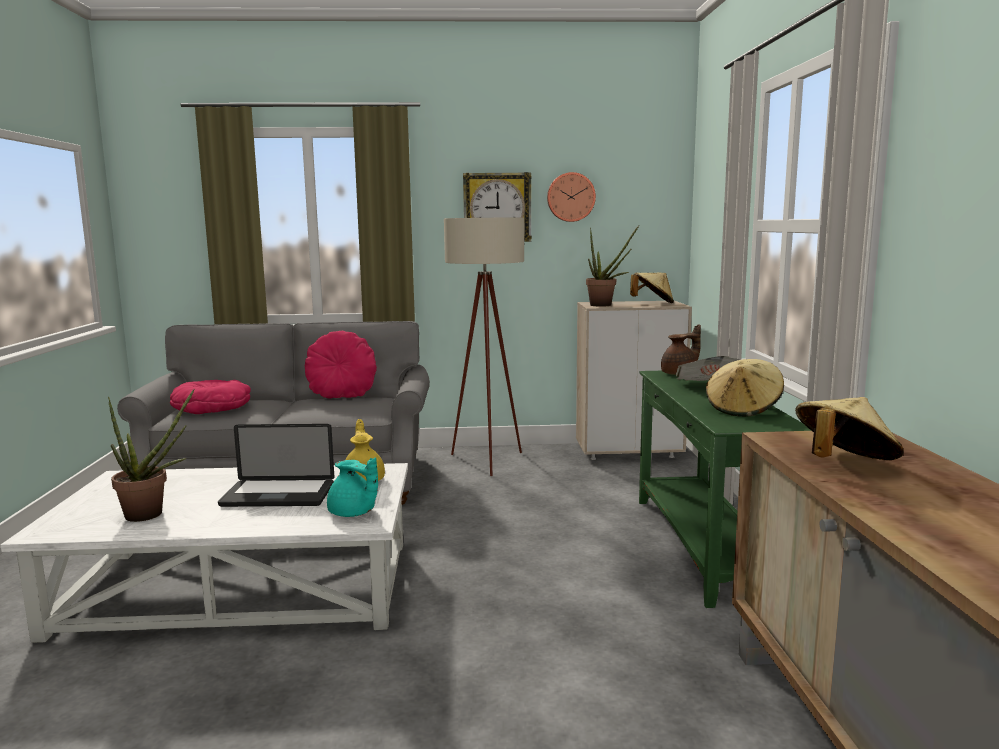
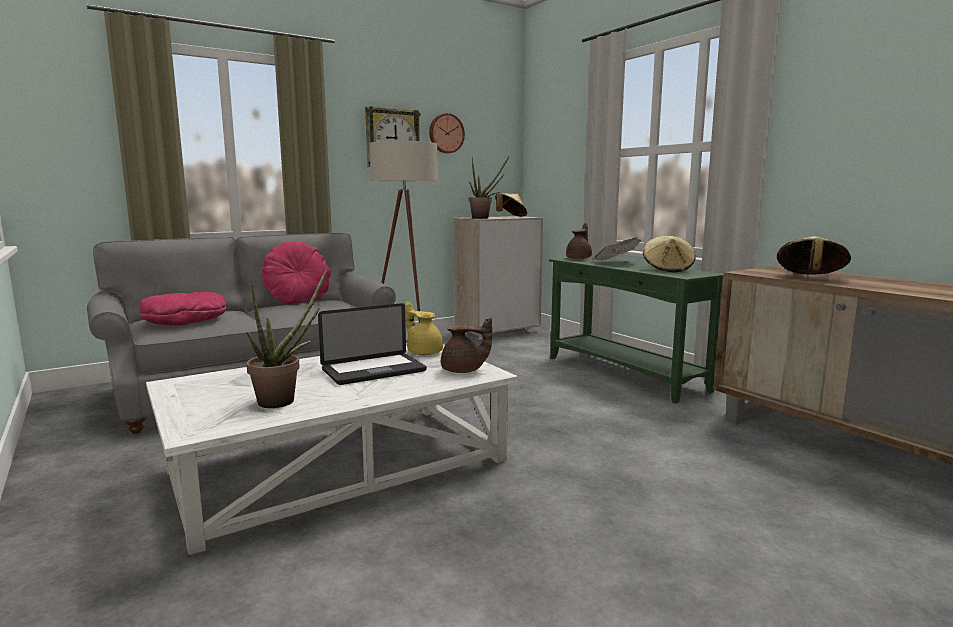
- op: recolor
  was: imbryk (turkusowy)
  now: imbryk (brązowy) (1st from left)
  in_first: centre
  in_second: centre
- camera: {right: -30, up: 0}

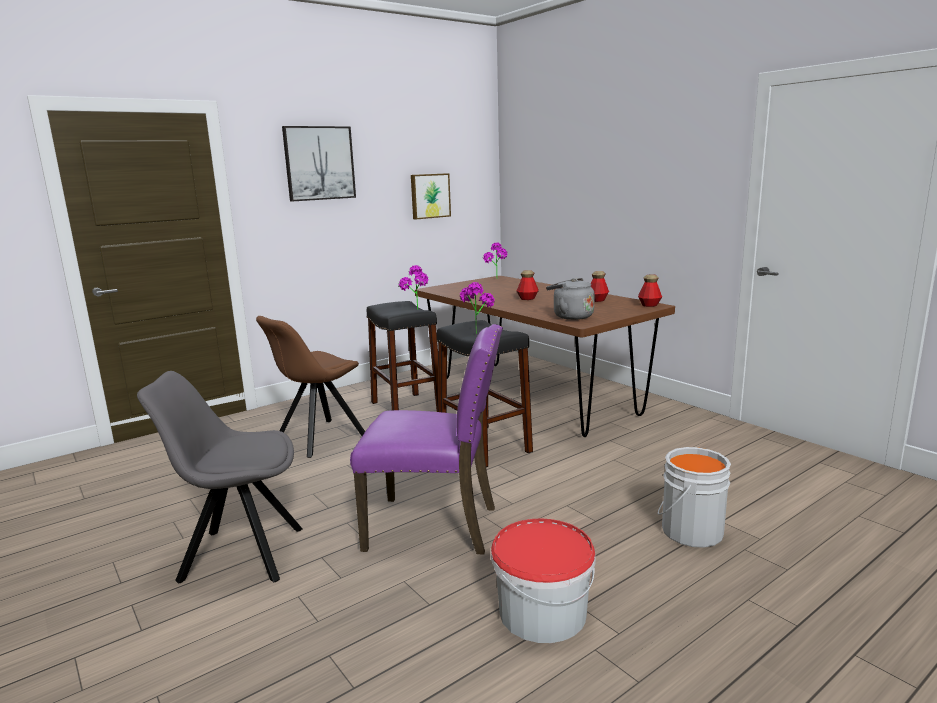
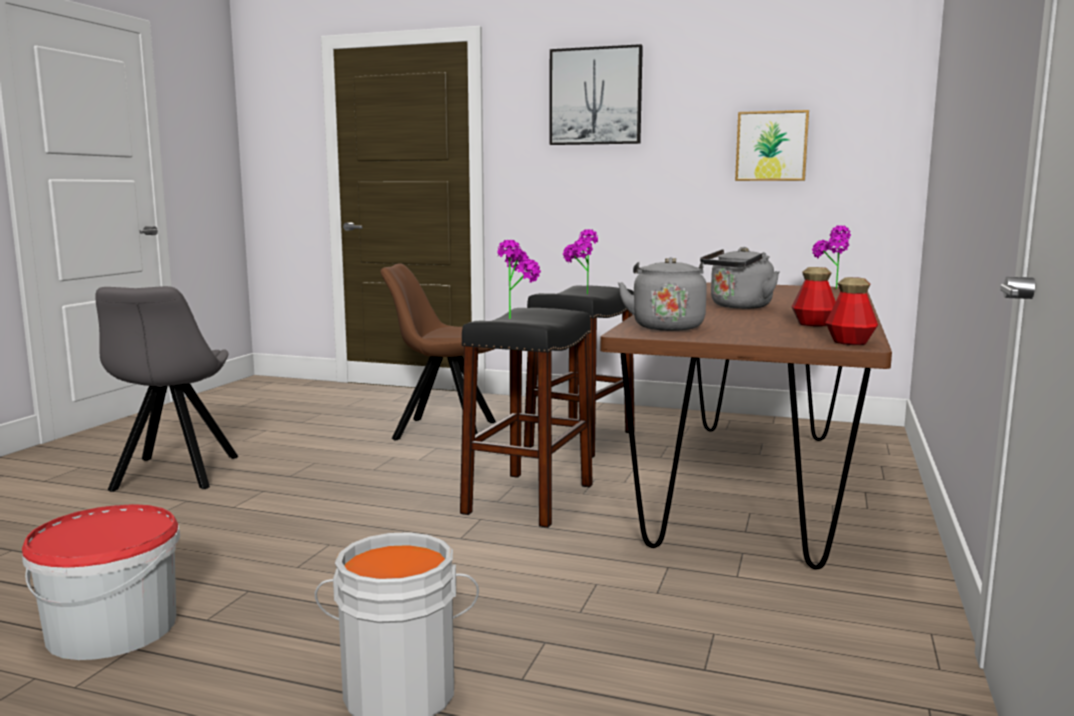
- op: replace
  was: butelka (1st from left)
  now: czajnik (szary) (2nd from left)
  in_first: centre
  in_second: middle right
- op: delete
  was: krzesło (fioletowy)
  in_first: centre
- op: rotate
  was: krzesło (szary)
  in_first: bottom left
  in_second: middle left
  clockwise: -150
- camera: {right: 55, up: -5}

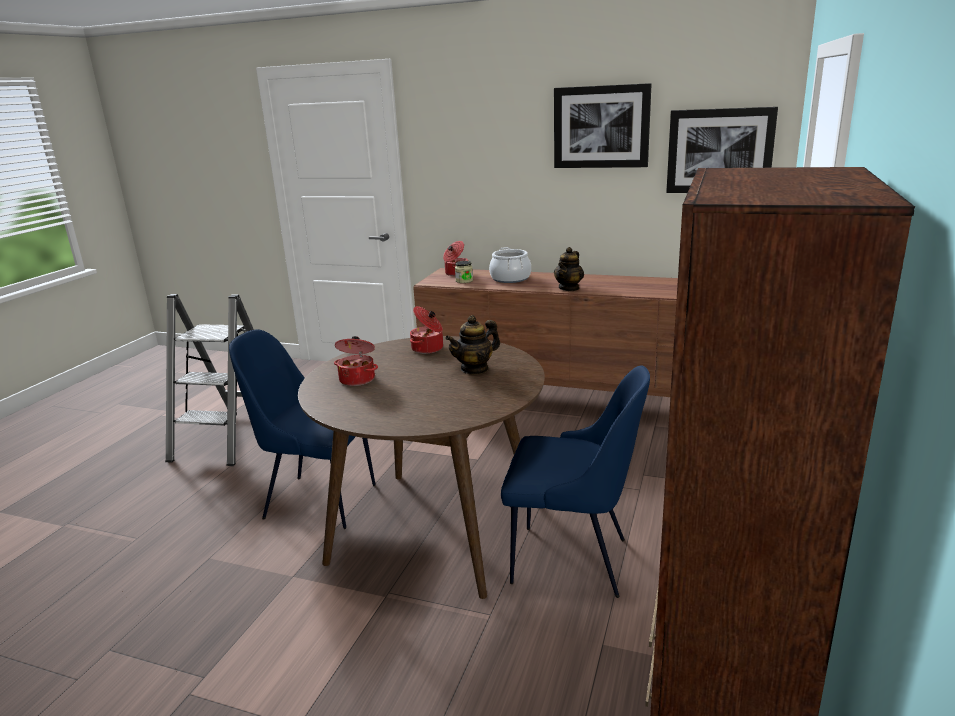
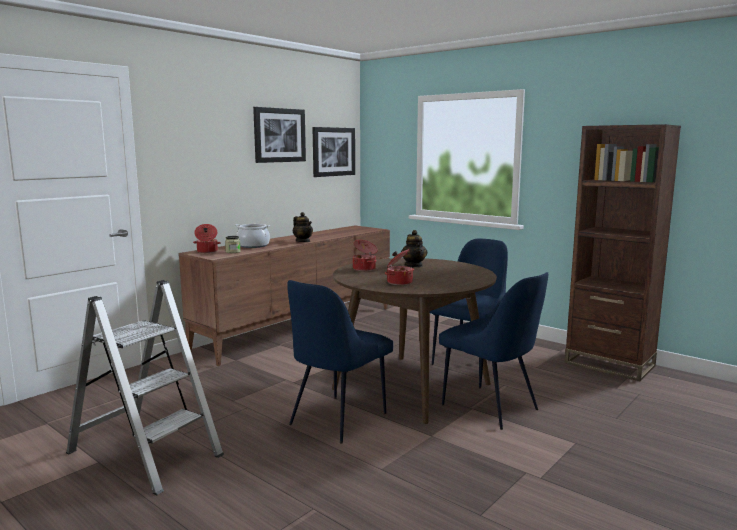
- op: insert
  now: krzesło (niebieski) (3rd from left)
  in_second: middle right
- camera: {right: -70, up: -10}

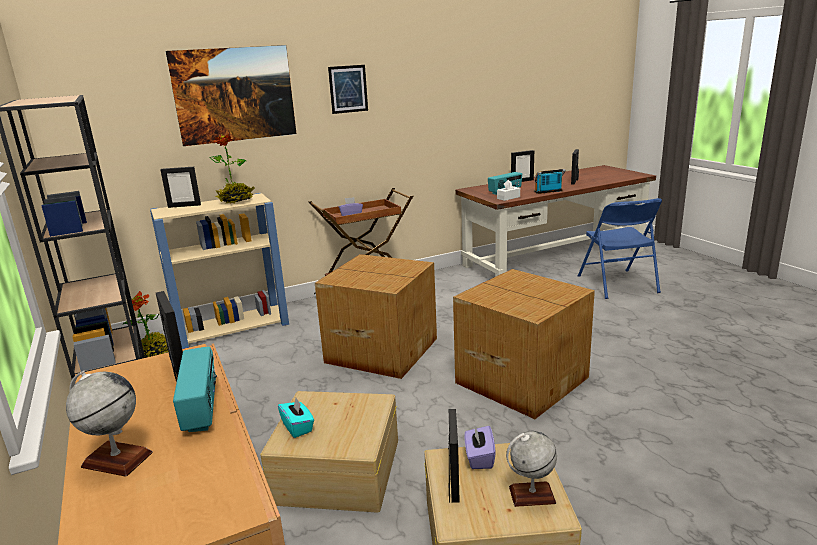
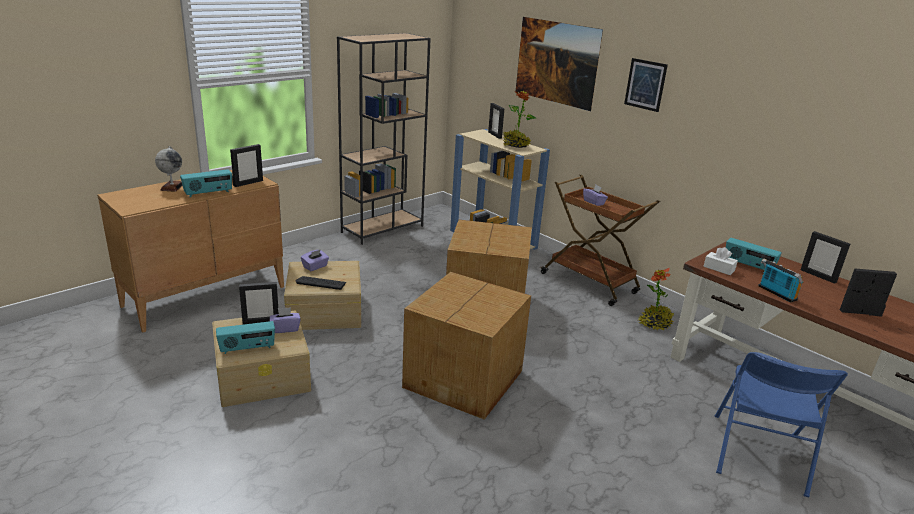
- op: rotate
  was: krzesło (niebieski)
  in_first: middle right
  in_second: bottom right
  clockwise: -45
- op: move
  was: roślina doniczkowa (1st from left in the first image)
  now: roślina doniczkowa (2nd from left)
  in_first: middle left
  in_second: middle right
- op: recolor
  was: pudełko chusteczek (turkusowy)
  now: pudełko chusteczek (fioletowy) (2nd from left)
  in_first: bottom centre
  in_second: centre
- op: replace
  was: globus (2nd from left)
  now: radio (2nd from left)
  in_first: bottom centre
  in_second: middle left
- op: insert
  now: klawiatura
  in_second: centre
- camera: {right: 70, up: 5}

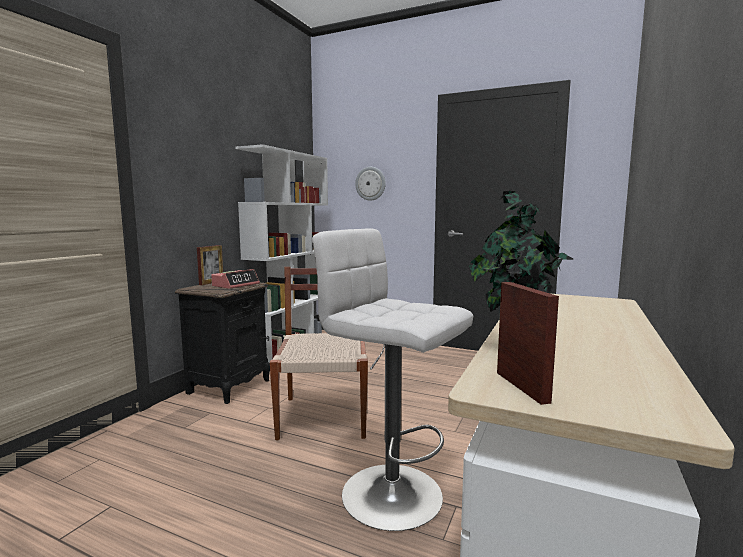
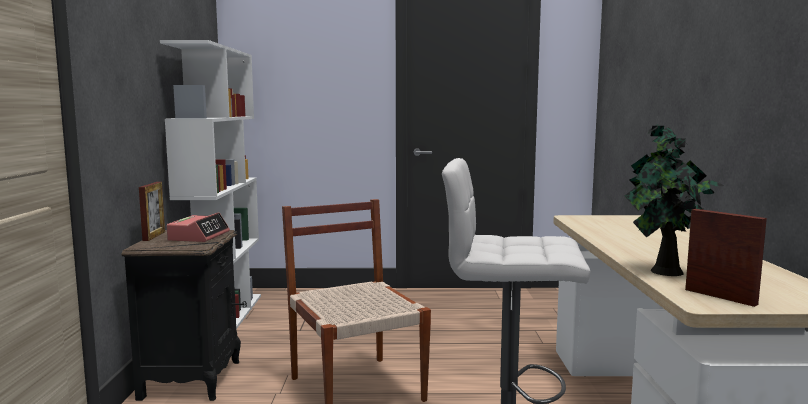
- op: delete
  was: zegar ścienny
  in_first: top centre
- camera: {right: -25, up: 0}

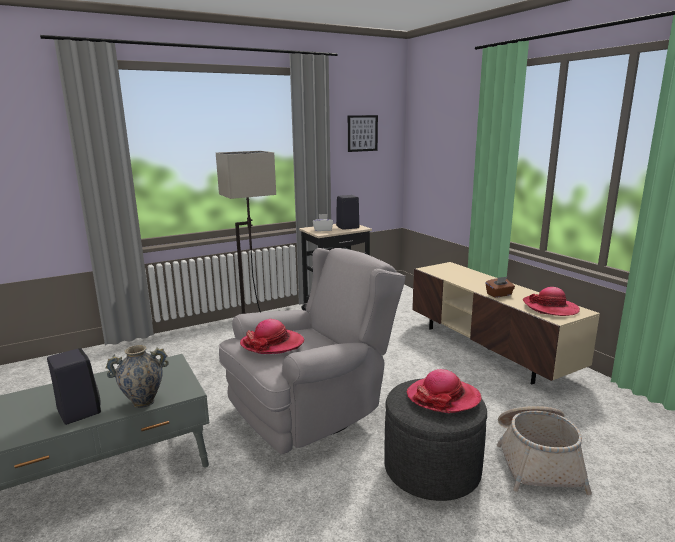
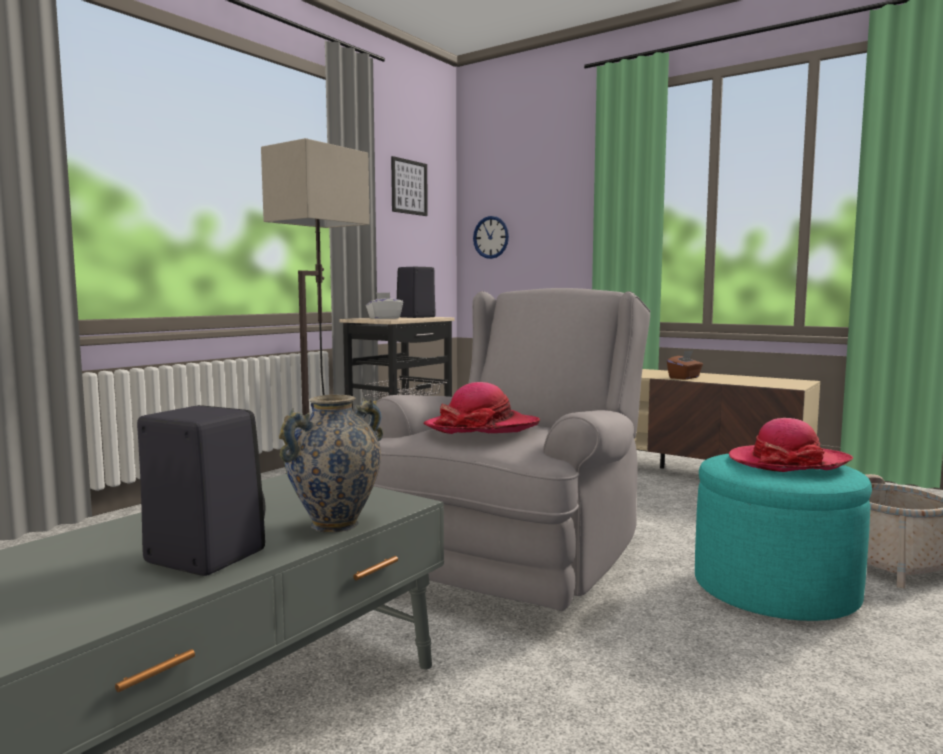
- op: delete
  was: kapelusz (3rd from left)
  in_first: middle right
- op: recolor
  was: pufa (szary)
  now: pufa (turkusowy)
  in_first: bottom centre
  in_second: bottom right
- op: insert
  now: zegar ścienny
  in_second: top centre
- camera: {right: -25, up: -10}

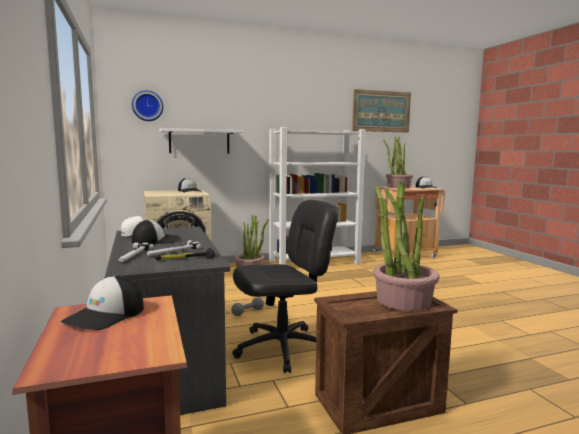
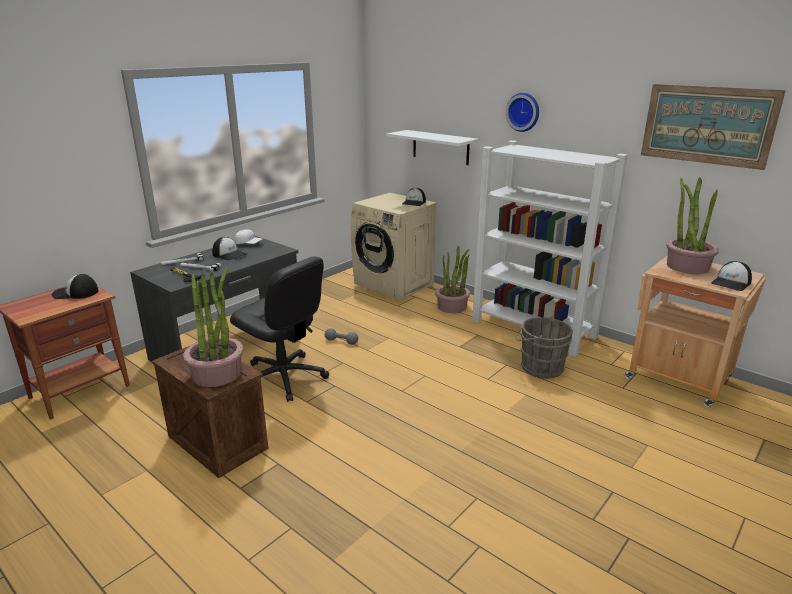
- op: move
  was: zegar ścienny
  in_first: top left
  in_second: top centre
- op: insert
  now: wiadro (szary)
  in_second: middle right
- camera: {right: 60, up: 15}

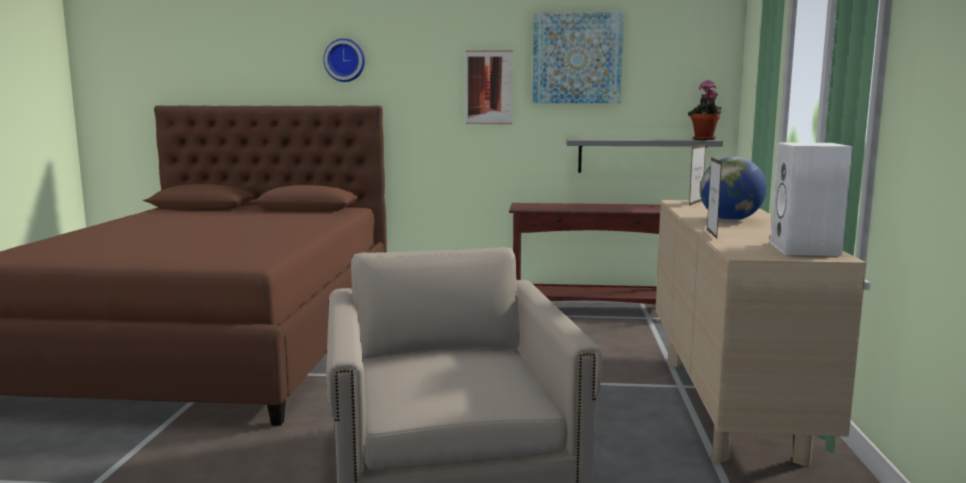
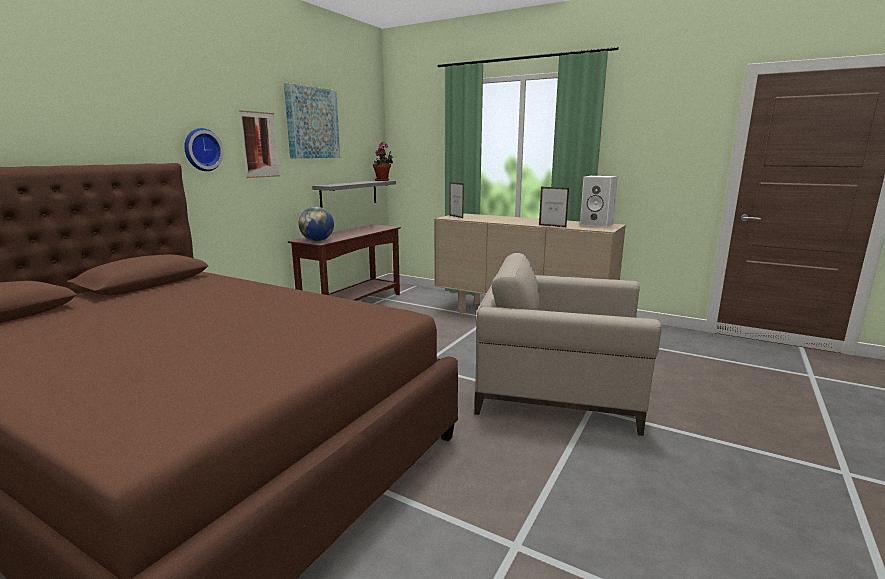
- op: move
  was: zegar ścienny
  in_first: top centre
  in_second: top left
- op: move
  was: globus
  in_first: middle right
  in_second: centre
- camera: {right: -65, up: 5}

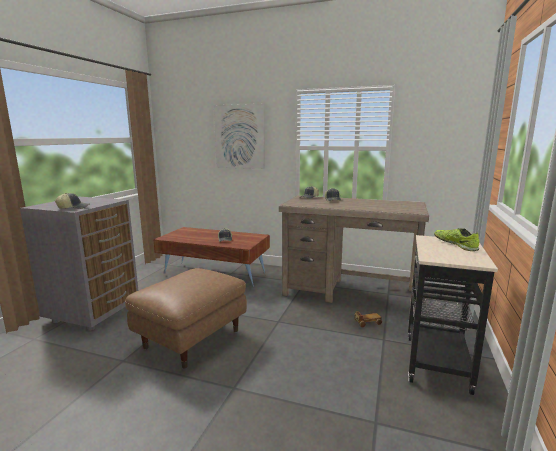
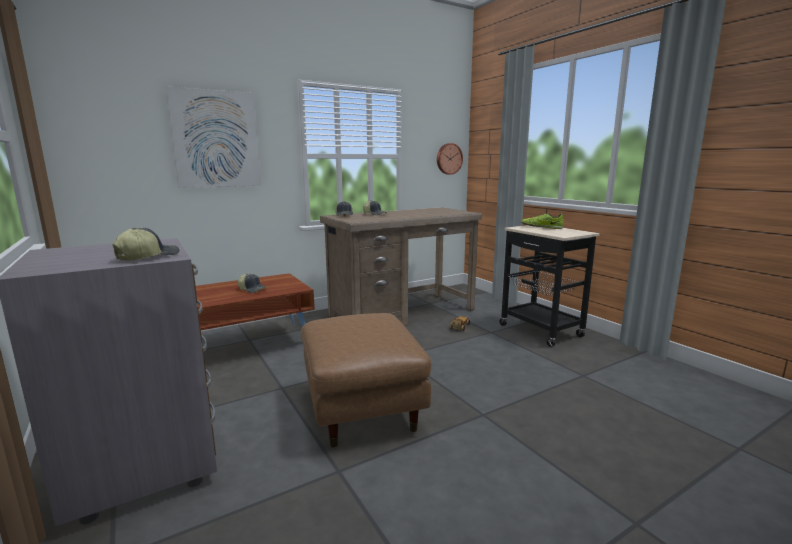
- op: insert
  now: zegar ścienny
  in_second: top centre
- camera: {right: -50, up: 0}

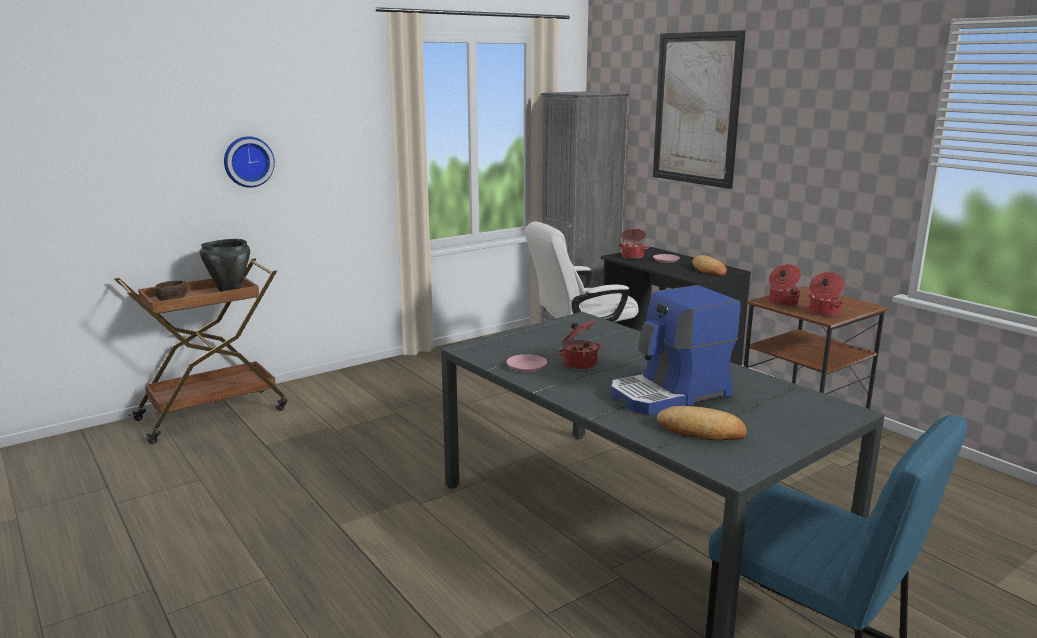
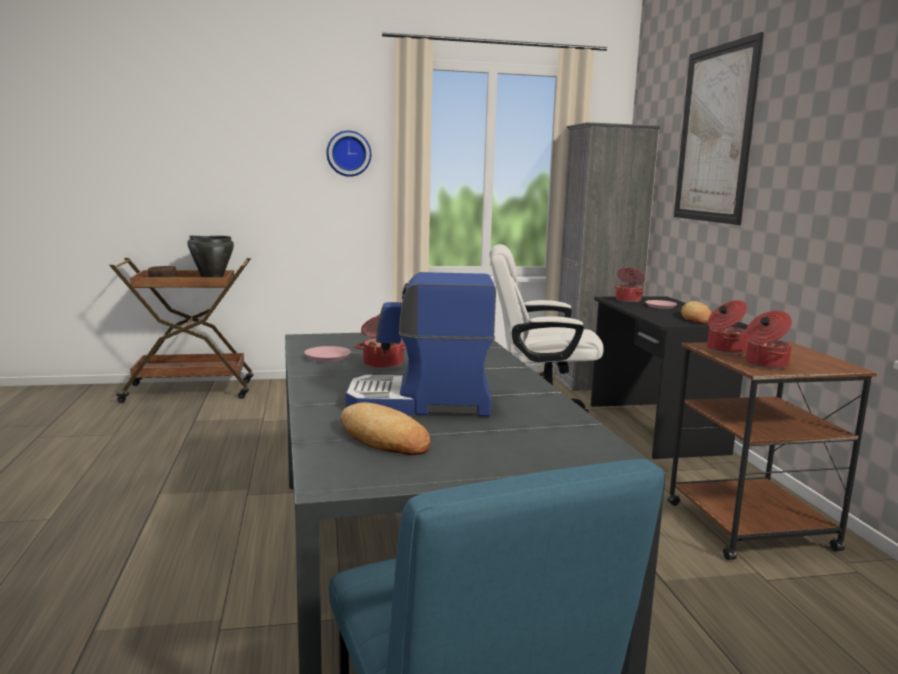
- op: move
  was: zegar ścienny
  in_first: top left
  in_second: top centre
- camera: {right: 25, up: -5}

